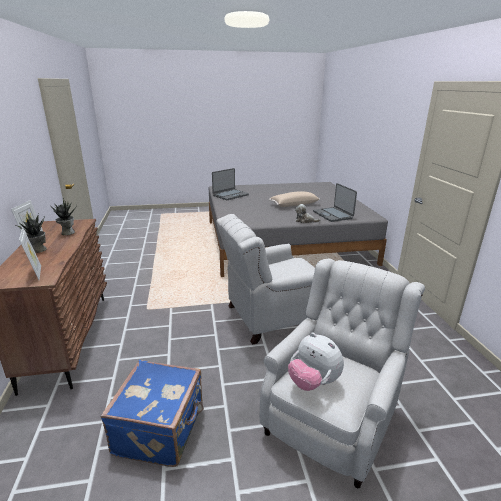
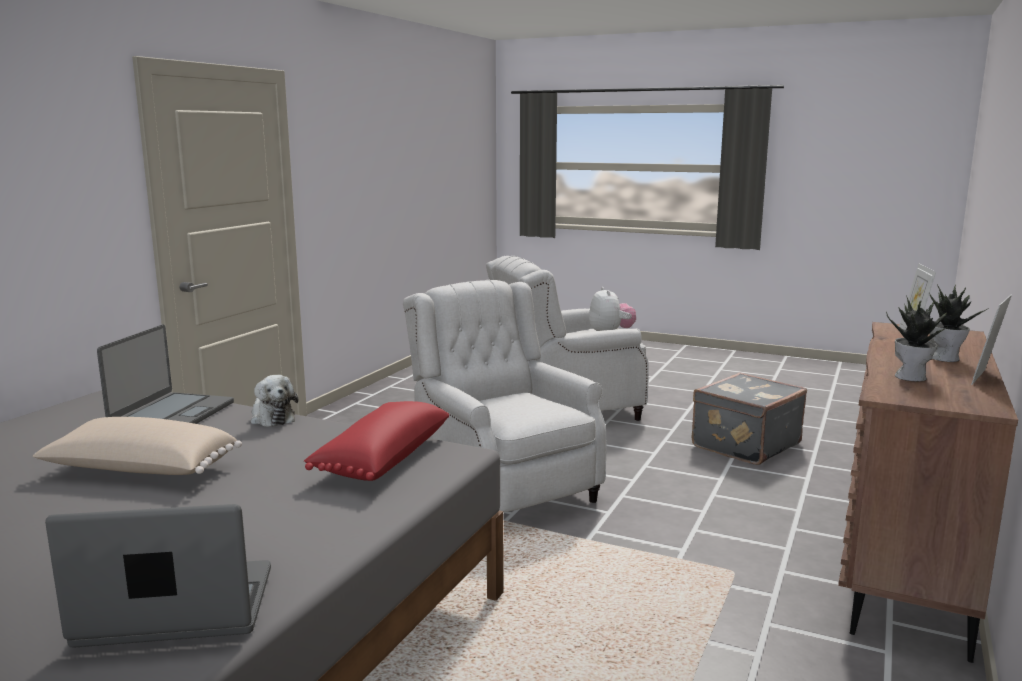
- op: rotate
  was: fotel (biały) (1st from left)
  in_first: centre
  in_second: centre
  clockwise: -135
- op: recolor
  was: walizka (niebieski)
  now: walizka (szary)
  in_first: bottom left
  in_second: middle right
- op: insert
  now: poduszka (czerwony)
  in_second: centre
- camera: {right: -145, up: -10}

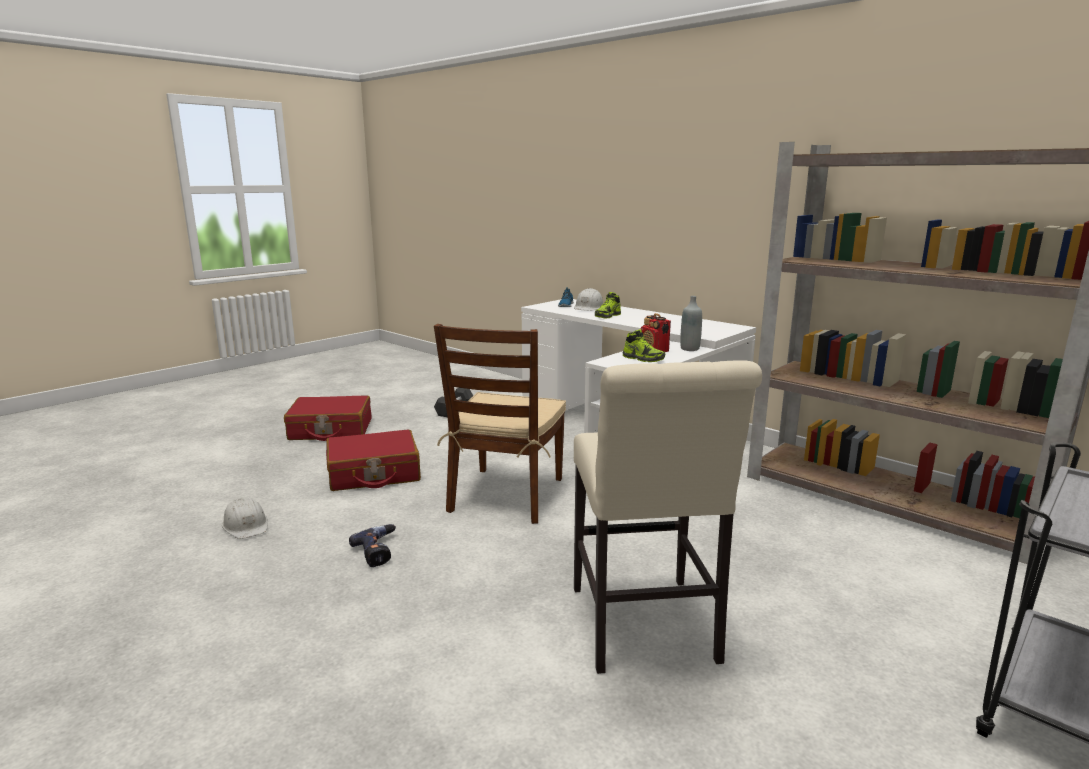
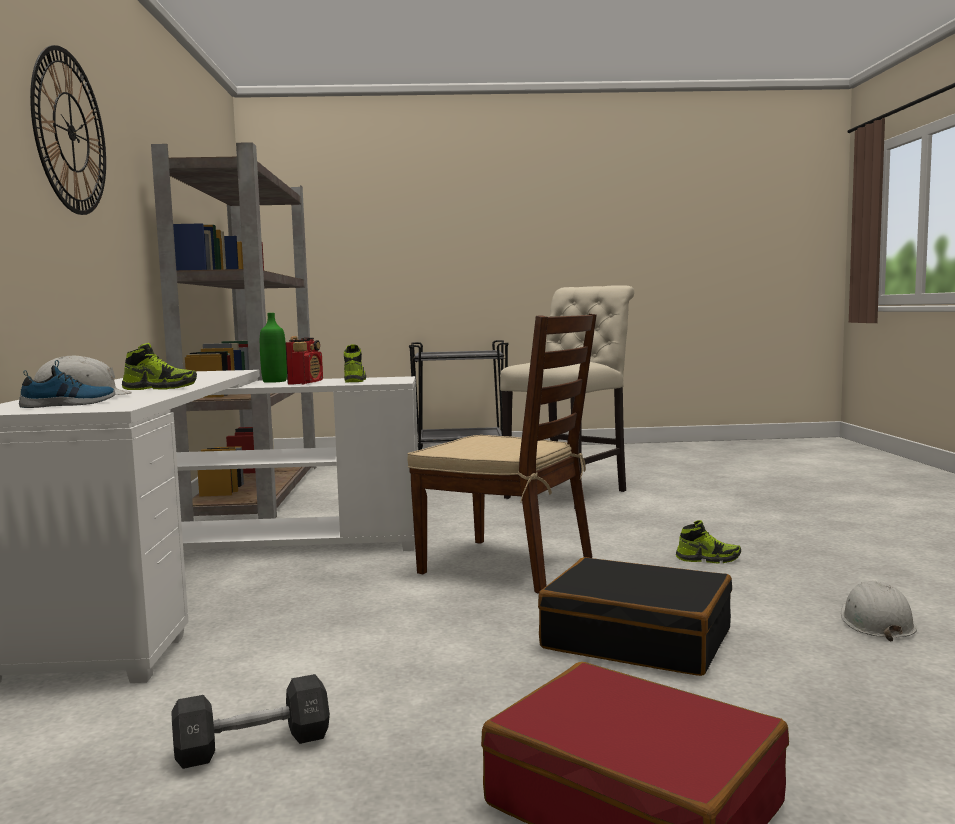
- op: recolor
  was: butelka (szary)
  now: butelka (zielony)
  in_first: centre
  in_second: middle left
- op: rotate
  was: krzesło (brązowy)
  in_first: centre
  in_second: centre
  clockwise: 60
- op: recolor
  was: walizka (czerwony) (2nd from left)
  now: walizka (czarny)
  in_first: centre
  in_second: bottom centre
- op: replace
  was: wiertarka
  now: but (4th from left)
  in_first: bottom centre
  in_second: middle right
- op: insert
  now: zegar ścienny
  in_second: top left
- camera: {right: -135, up: -10}

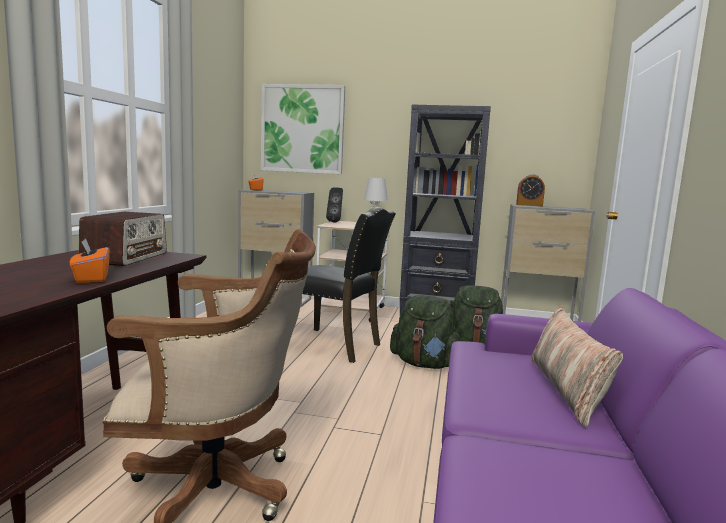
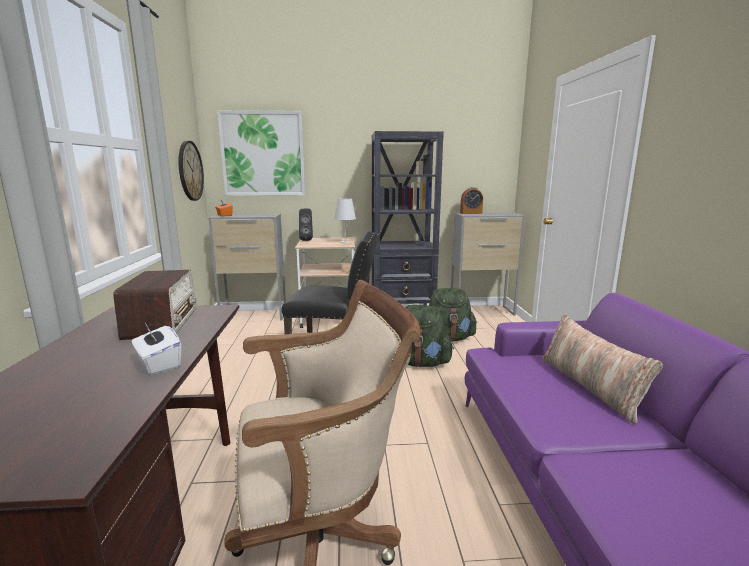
- op: recolor
  was: pudełko chusteczek (pomarańczowy) (1st from left)
  now: pudełko chusteczek (biały)
  in_first: middle left
  in_second: middle left
- op: insert
  now: zegar ścienny
  in_second: top left
- camera: {right: -15, up: 5}

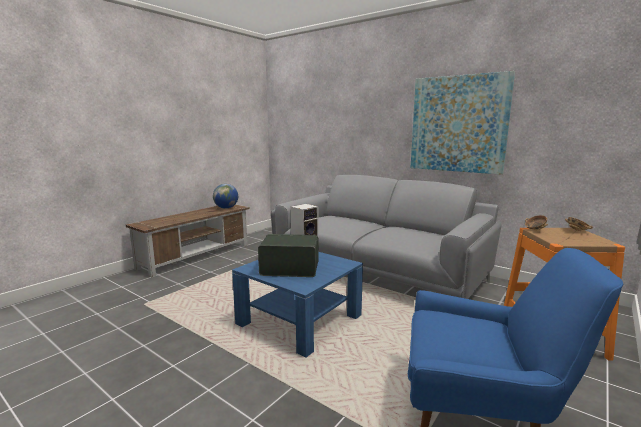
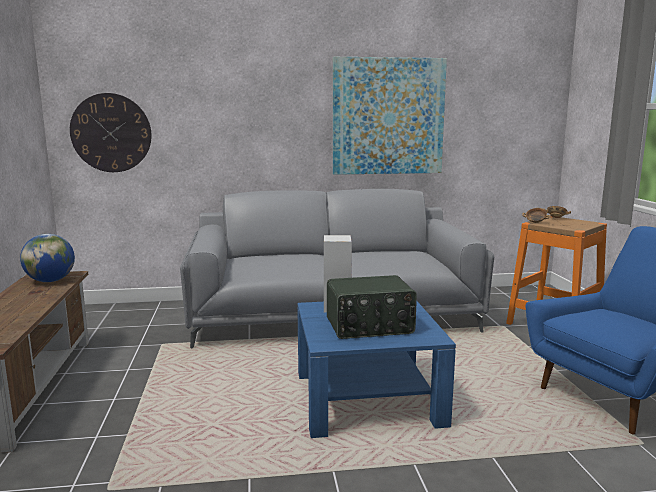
- op: rotate
  was: radio
  in_first: centre
  in_second: centre
  clockwise: -150
- op: insert
  now: zegar ścienny
  in_second: top left
- camera: {right: -45, up: 0}

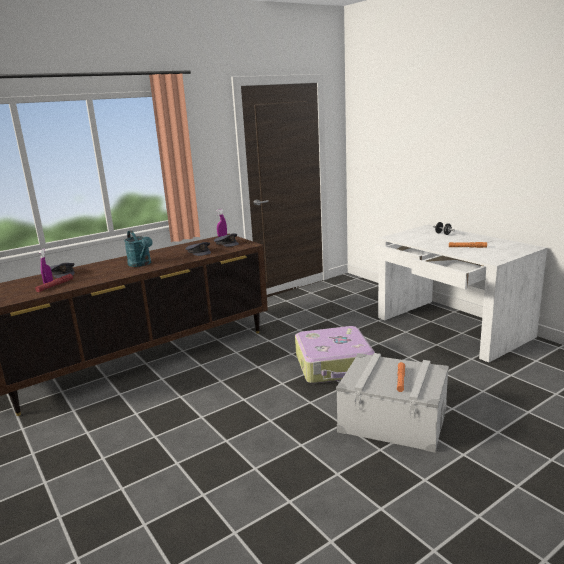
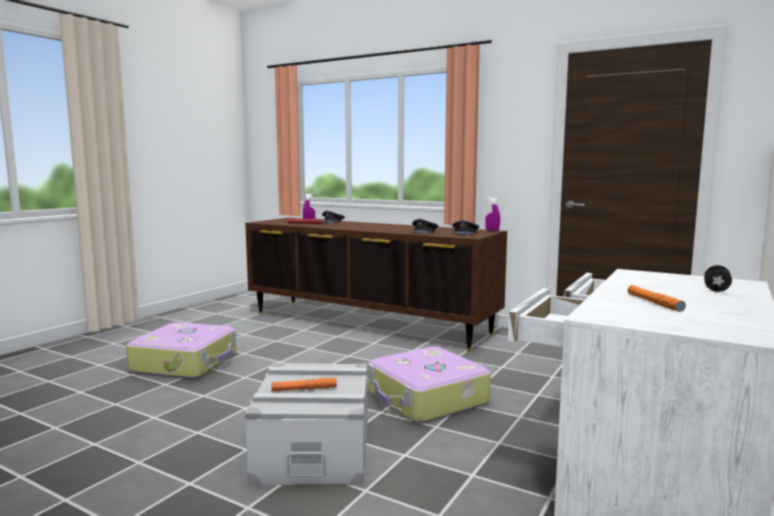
- op: delete
  was: konewka (turkusowy)
  in_first: middle left
- op: insert
  now: walizka (1st from left)
  in_second: bottom left
- camera: {right: 65, up: -10}

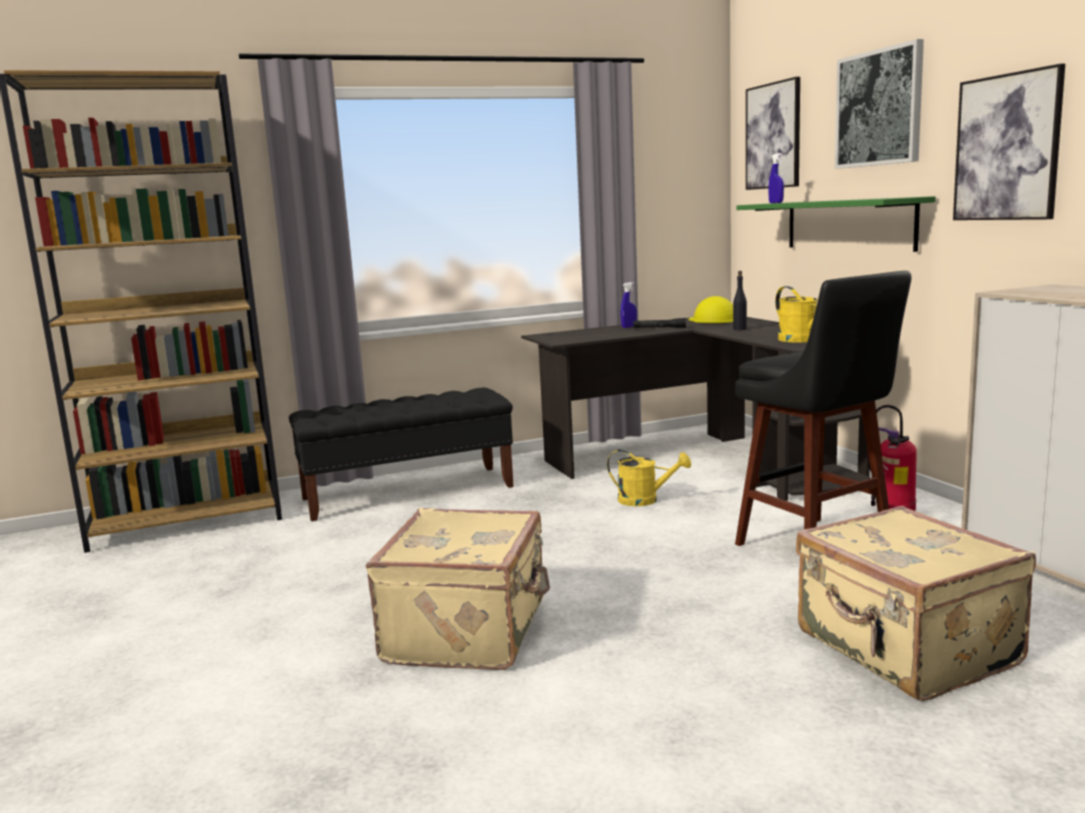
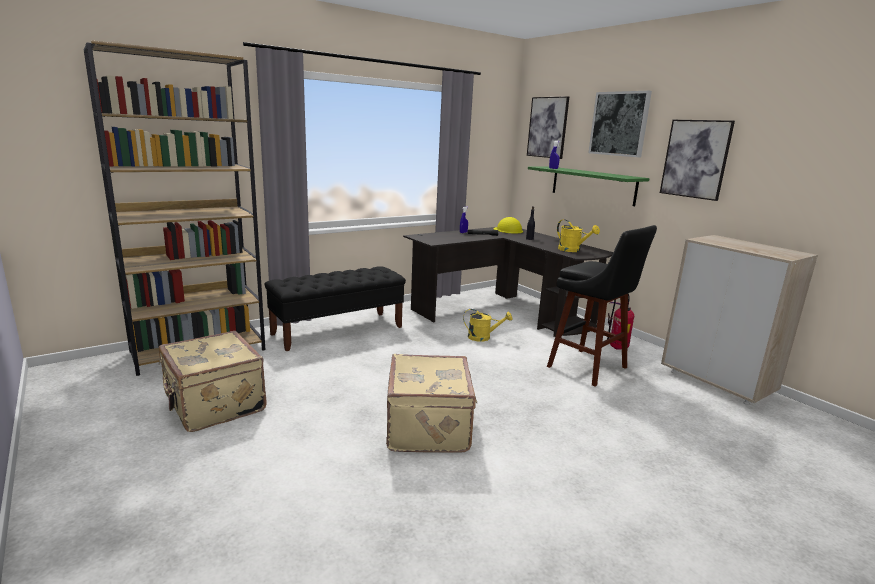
- op: move
  was: walizka (beżowy) (2nd from left in the first image)
  now: walizka (beżowy) (1st from left)
  in_first: bottom right
  in_second: middle left
- camera: {right: -15, up: 5}

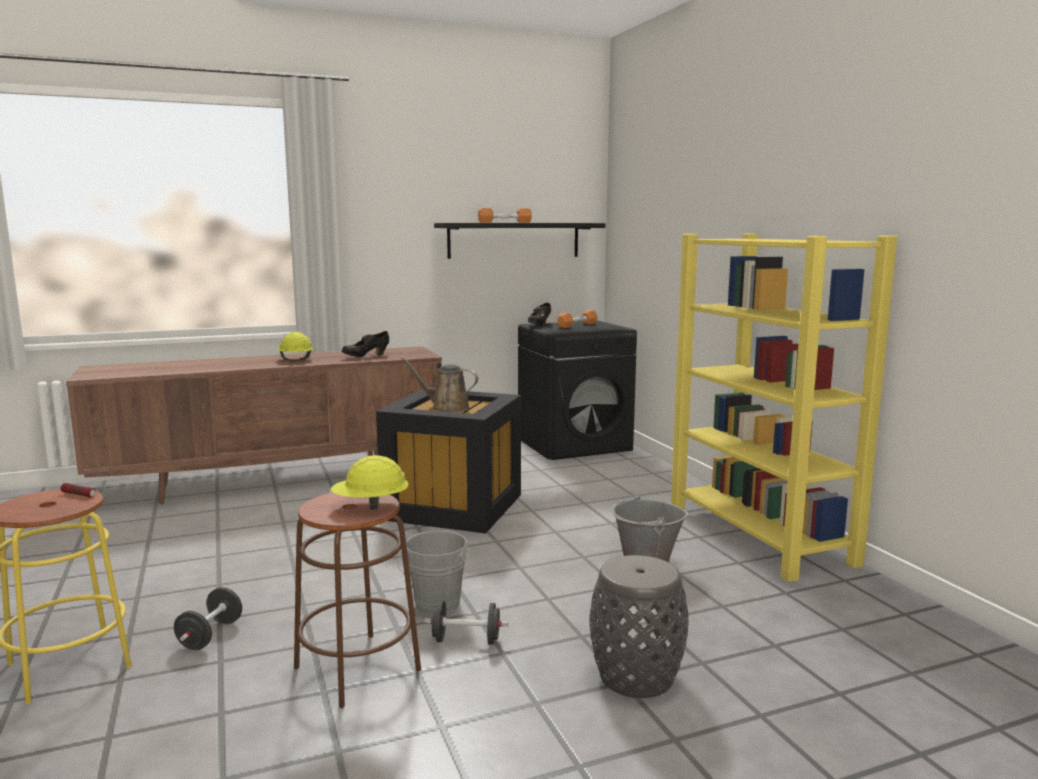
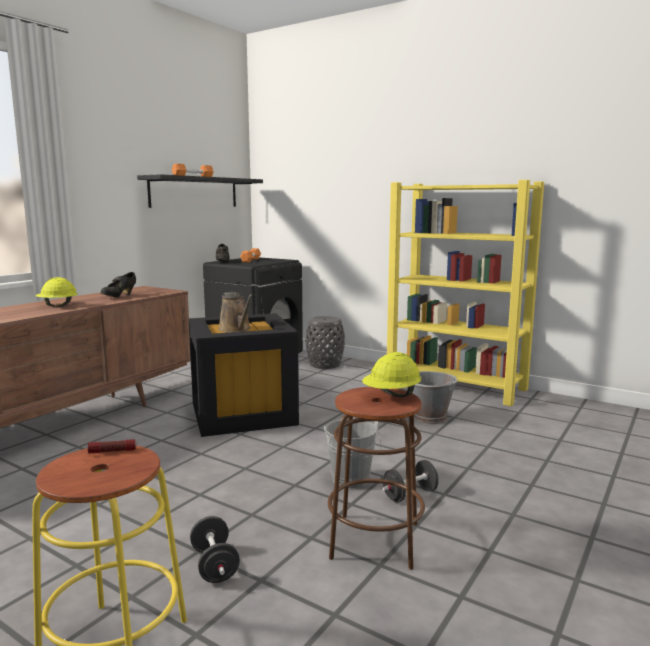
- op: rotate
  was: konewka (brązowy)
  in_first: centre
  in_second: centre
  clockwise: -105
- op: move
  was: stołek (szary)
  in_first: bottom centre
  in_second: centre
- camera: {right: -35, up: 0}

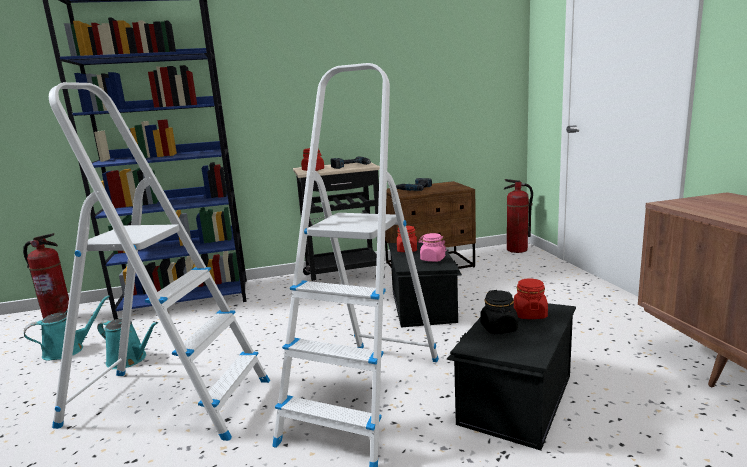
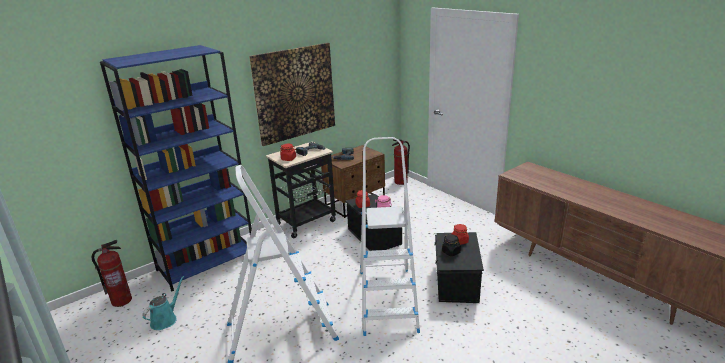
- op: delete
  was: konewka (turkusowy) (2nd from left)
  in_first: bottom left
- op: insert
  now: obraz
  in_second: top centre
- camera: {right: -25, up: 10}

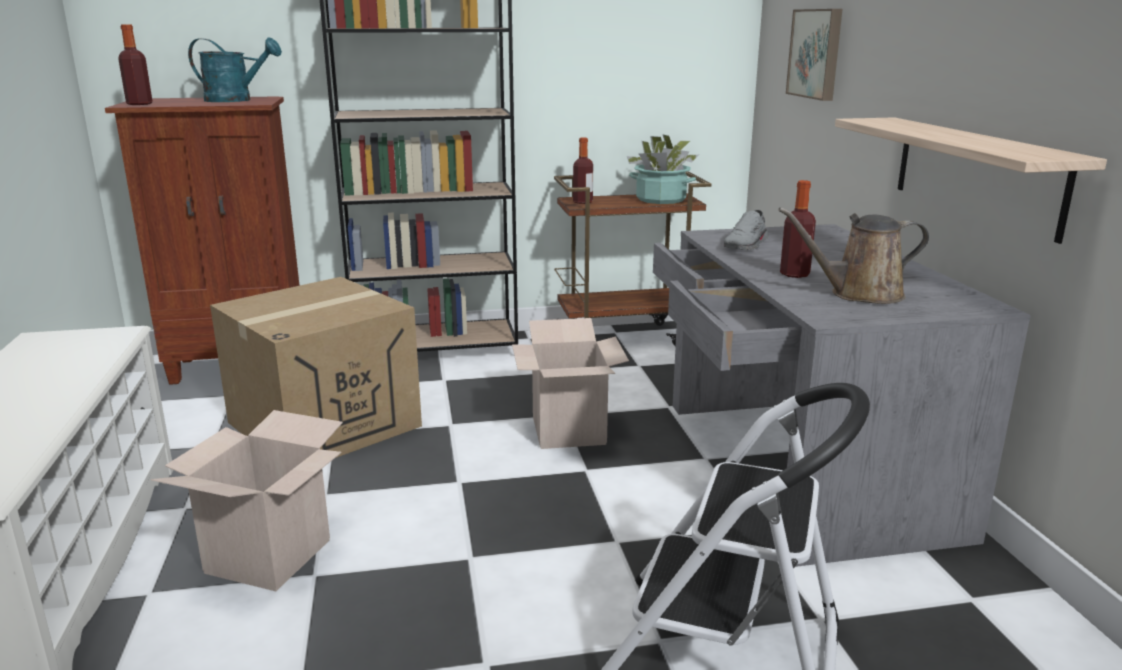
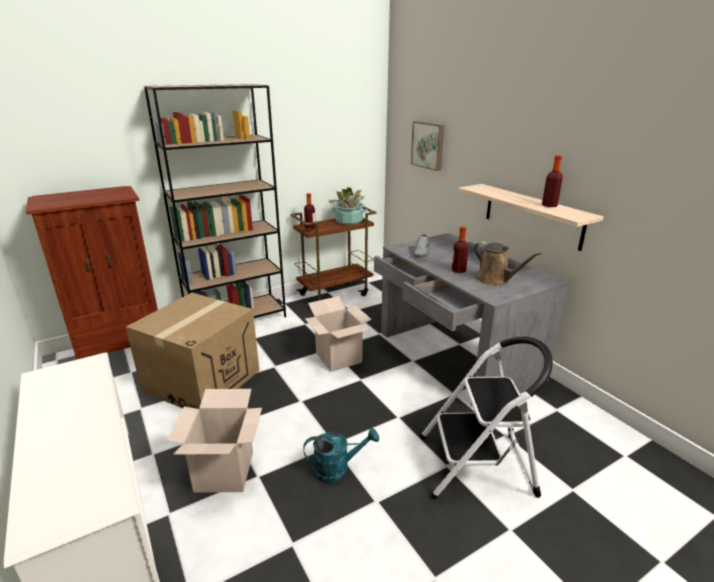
- op: move
  was: butelka (1st from left in the first image)
  now: butelka (3rd from left)
  in_first: top left
  in_second: top right
- op: move
  was: konewka (turkusowy)
  in_first: top left
  in_second: bottom centre
- op: rotate
  was: konewka (brązowy)
  in_first: middle right
  in_second: middle right
  clockwise: -105
- camera: {right: -20, up: 5}

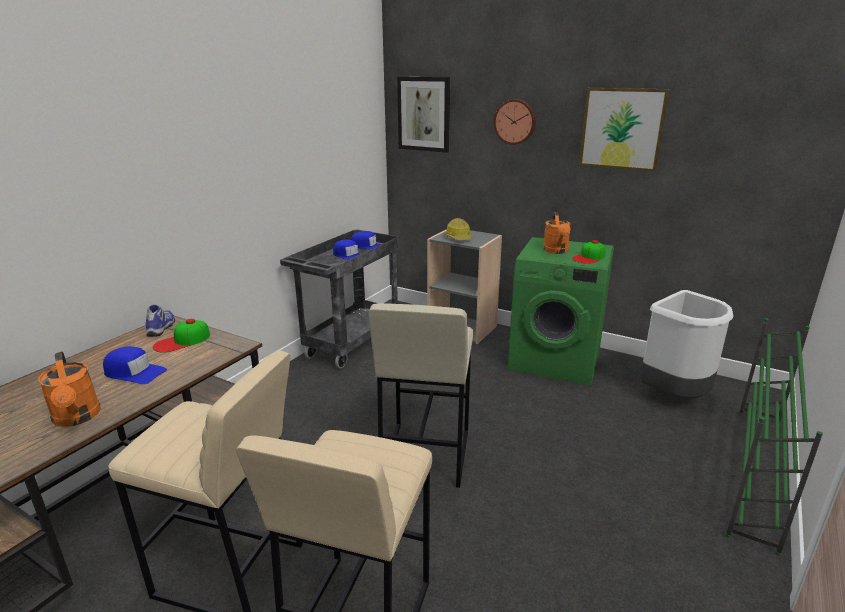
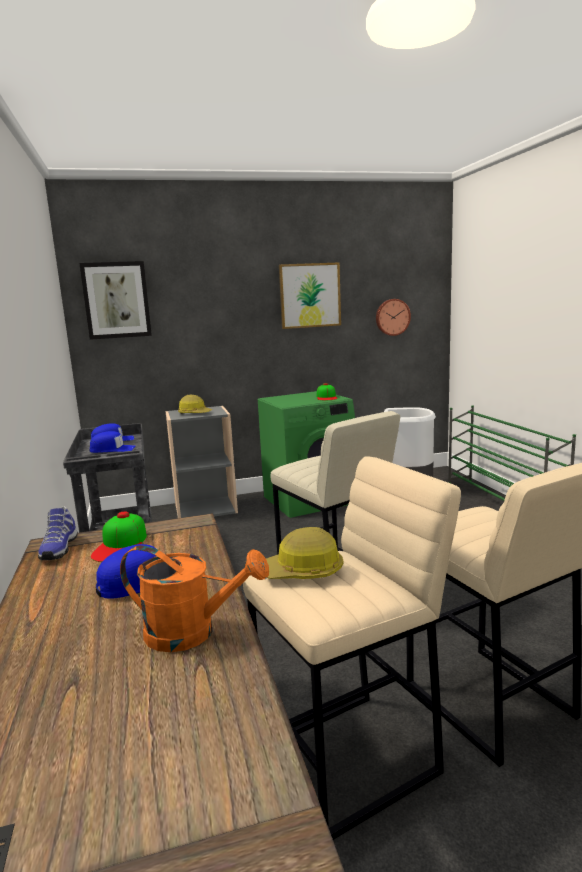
- op: move
  was: zegar ścienny
  in_first: top centre
  in_second: middle right
- op: delete
  was: konewka (pomarańczowy) (2nd from left)
  in_first: centre
- op: rotate
  was: but
  in_first: middle left
  in_second: middle left
  clockwise: -135
- op: insert
  now: kask (2nd from left)
  in_second: centre
- camera: {right: -45, up: -10}

